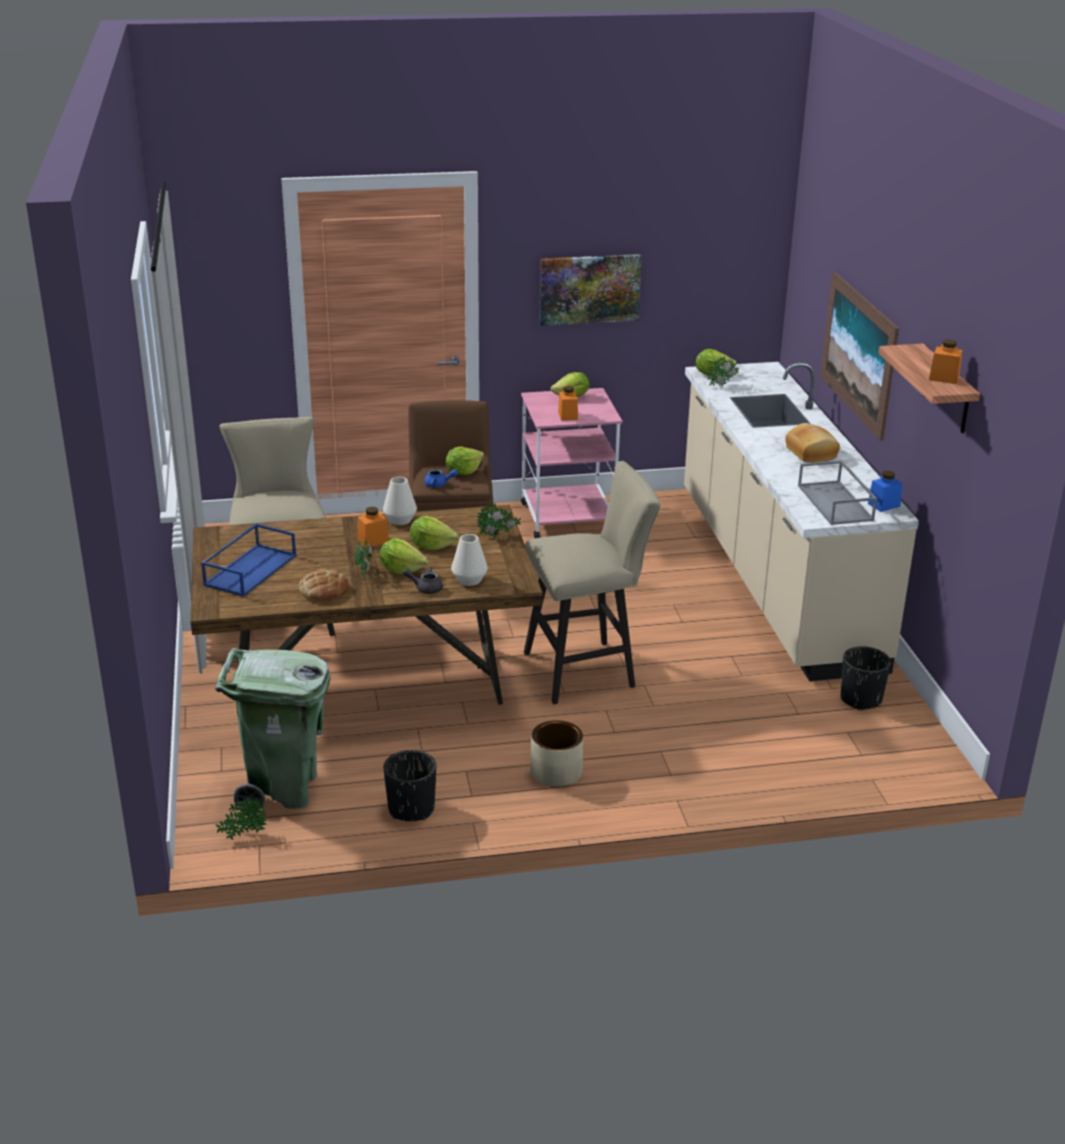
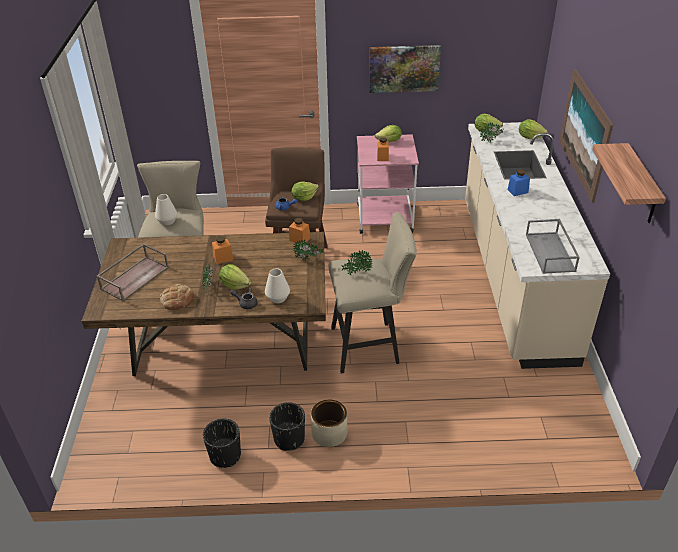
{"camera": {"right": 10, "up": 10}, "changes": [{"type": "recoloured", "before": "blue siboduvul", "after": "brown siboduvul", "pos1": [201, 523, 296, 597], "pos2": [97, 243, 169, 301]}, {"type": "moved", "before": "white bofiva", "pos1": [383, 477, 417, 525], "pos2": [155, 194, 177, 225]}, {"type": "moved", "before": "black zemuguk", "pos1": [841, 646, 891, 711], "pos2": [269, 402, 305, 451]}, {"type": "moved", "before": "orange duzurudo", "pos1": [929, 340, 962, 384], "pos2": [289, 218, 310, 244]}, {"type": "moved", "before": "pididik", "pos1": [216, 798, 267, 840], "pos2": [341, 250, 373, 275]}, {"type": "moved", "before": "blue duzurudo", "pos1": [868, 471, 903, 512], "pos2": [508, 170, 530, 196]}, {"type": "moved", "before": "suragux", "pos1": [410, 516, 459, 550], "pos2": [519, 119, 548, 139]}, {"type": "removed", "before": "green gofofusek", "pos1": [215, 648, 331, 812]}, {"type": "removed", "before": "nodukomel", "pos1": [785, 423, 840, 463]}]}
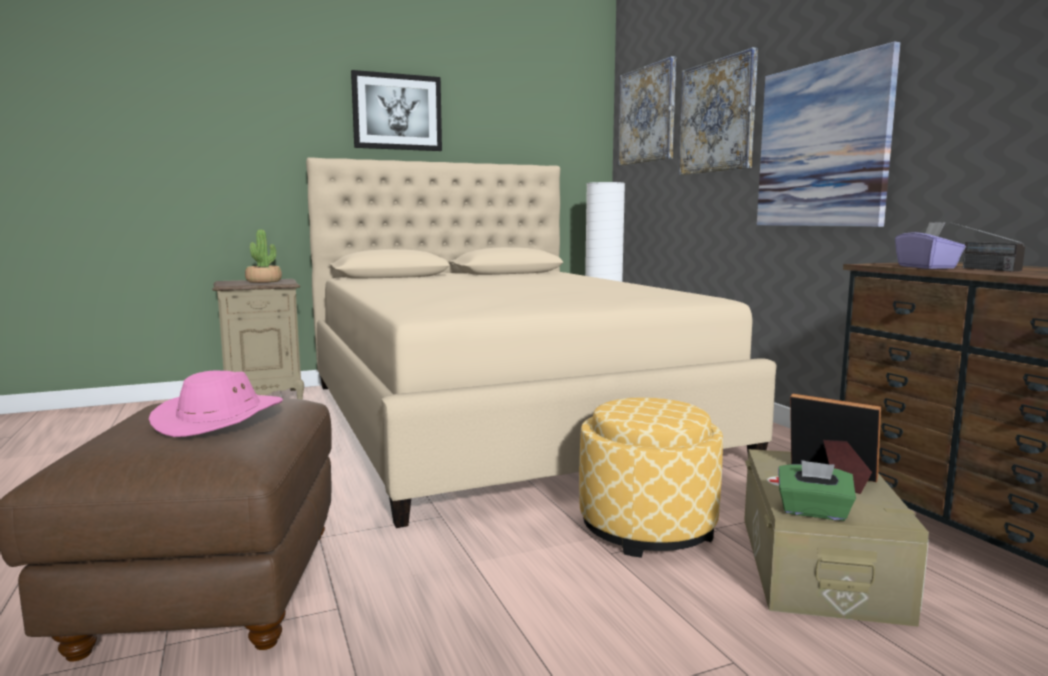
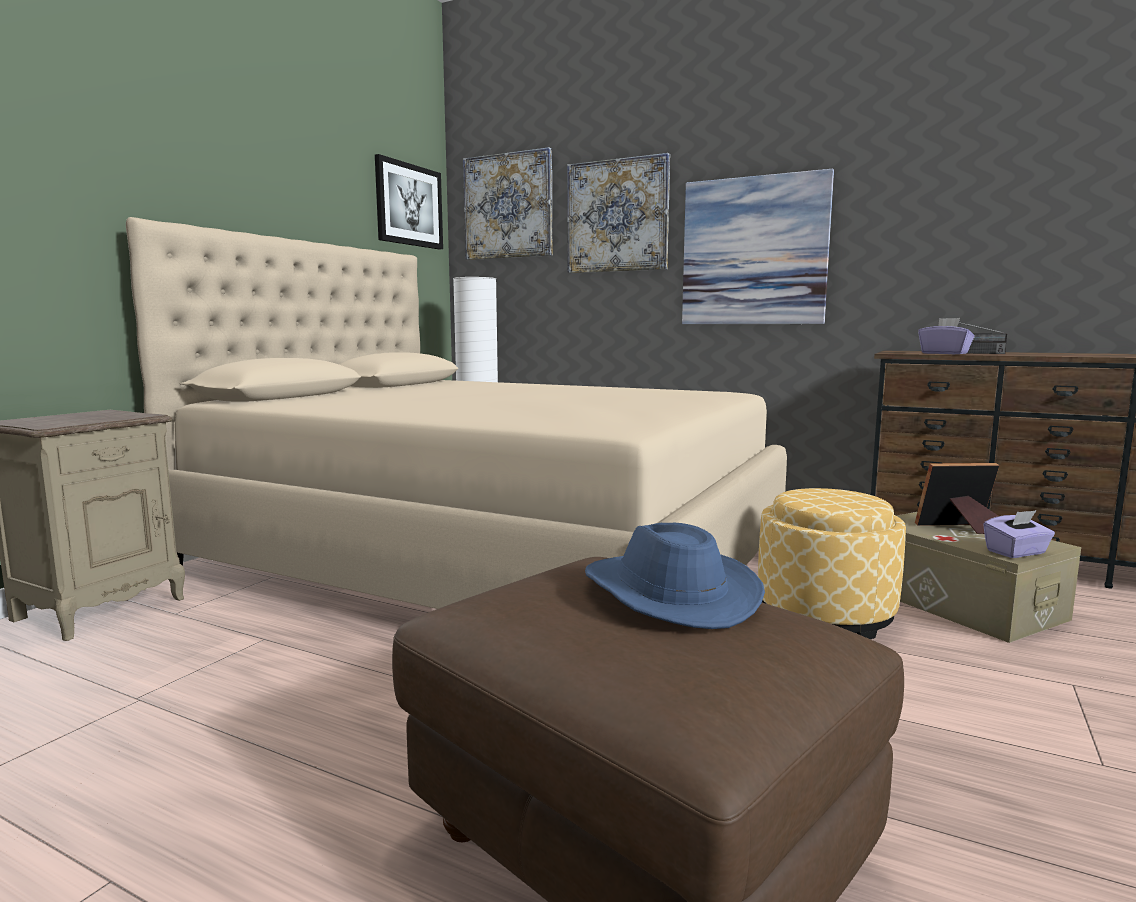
{"camera": {"right": -40, "up": 0}, "changes": [{"type": "moved", "before": "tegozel", "pos1": [351, 70, 442, 151], "pos2": [375, 154, 443, 250]}, {"type": "recoloured", "before": "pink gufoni", "after": "blue gufoni", "pos1": [149, 370, 283, 437], "pos2": [585, 523, 765, 629]}, {"type": "recoloured", "before": "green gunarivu", "after": "purple gunarivu", "pos1": [778, 460, 856, 521], "pos2": [983, 510, 1055, 558]}, {"type": "removed", "before": "pididik", "pos1": [245, 230, 282, 283]}]}
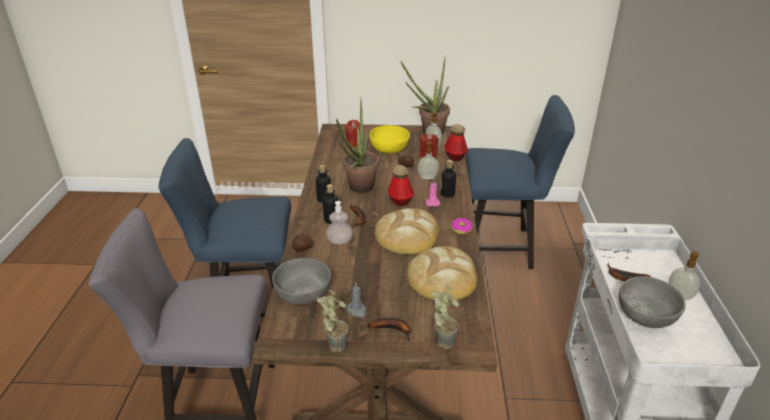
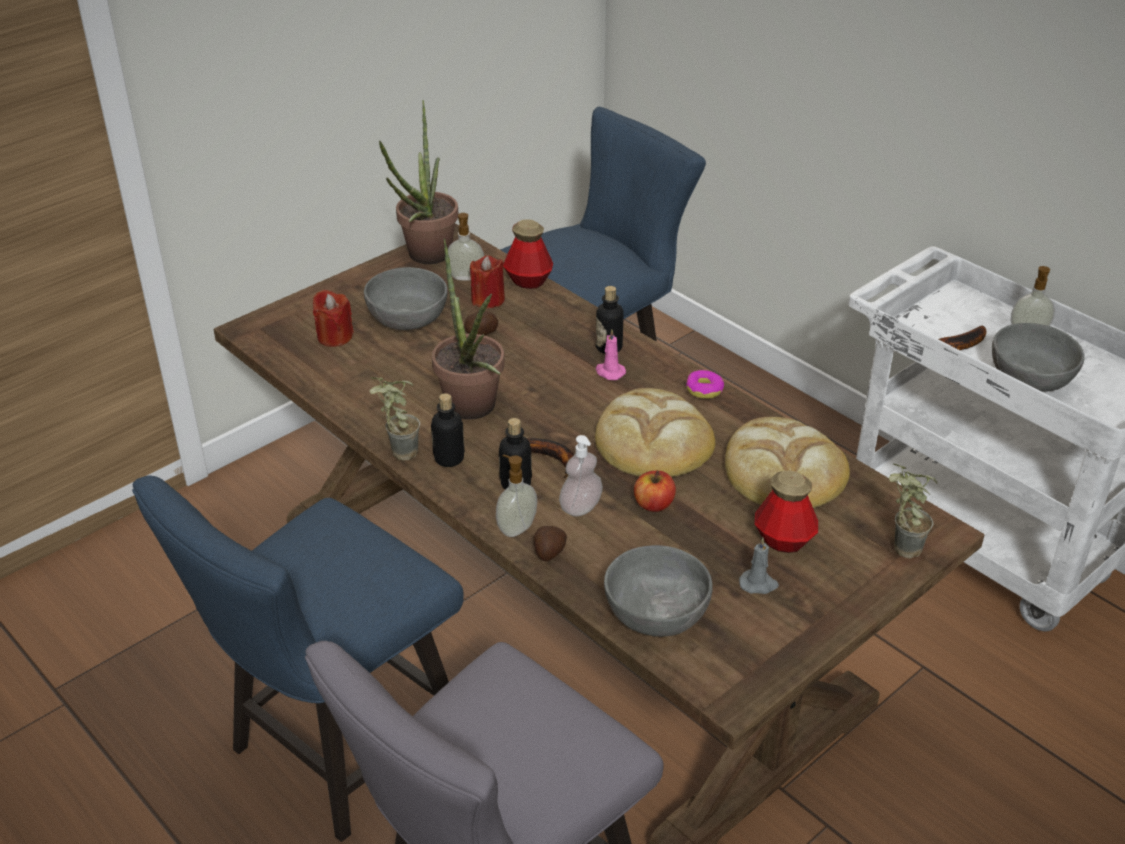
{"camera": {"right": -45, "up": 5}, "changes": [{"type": "recoloured", "before": "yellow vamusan", "after": "grey vamusan", "pos1": [370, 125, 410, 153], "pos2": [364, 267, 448, 330]}, {"type": "moved", "before": "pididik", "pos1": [317, 289, 349, 352], "pos2": [370, 377, 420, 461]}, {"type": "moved", "before": "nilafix", "pos1": [417, 141, 439, 179], "pos2": [496, 455, 538, 537]}, {"type": "added", "after": "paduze", "pos2": [634, 471, 676, 512]}, {"type": "moved", "before": "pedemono", "pos1": [388, 165, 414, 206], "pos2": [754, 470, 818, 553]}, {"type": "removed", "before": "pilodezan", "pos1": [367, 318, 411, 342]}]}
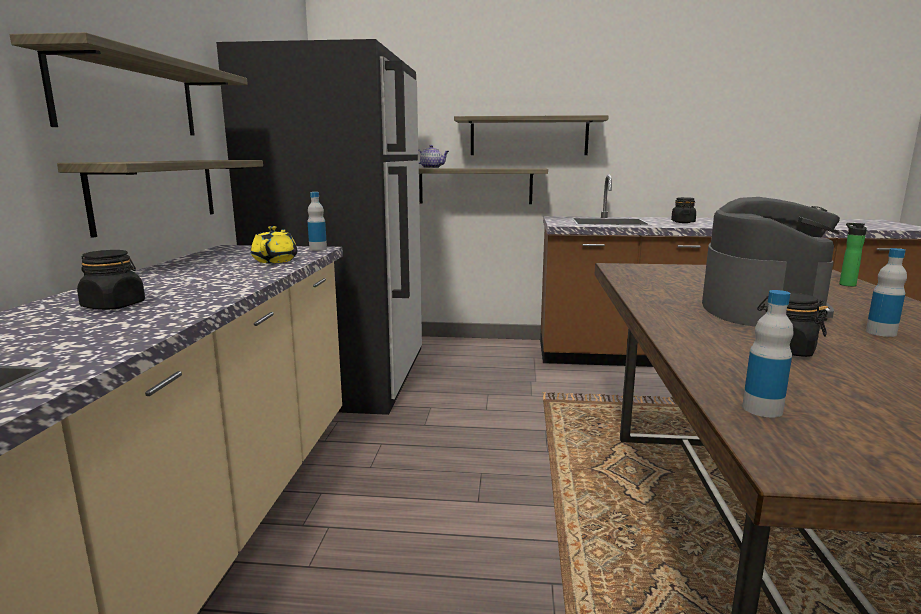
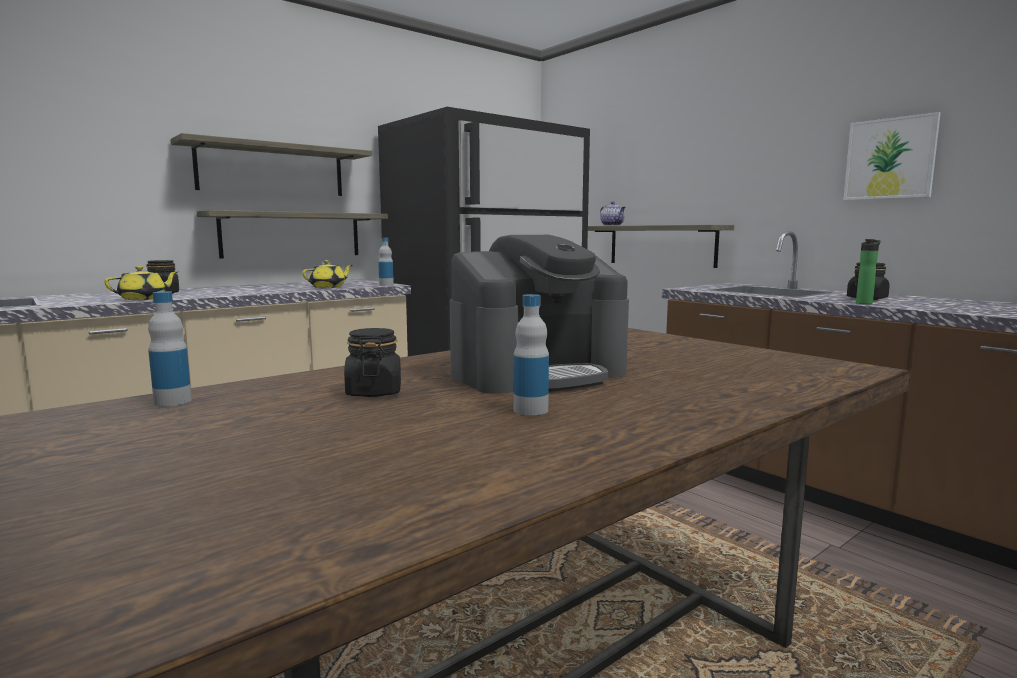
{"camera": {"right": 45, "up": -5}, "changes": [{"type": "added", "after": "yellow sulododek", "pos2": [104, 266, 178, 300]}, {"type": "added", "after": "tegozel", "pos2": [844, 112, 941, 200]}, {"type": "moved", "before": "pedemono", "pos1": [839, 223, 867, 287], "pos2": [856, 239, 881, 304]}, {"type": "removed", "before": "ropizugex", "pos1": [454, 115, 609, 155]}]}
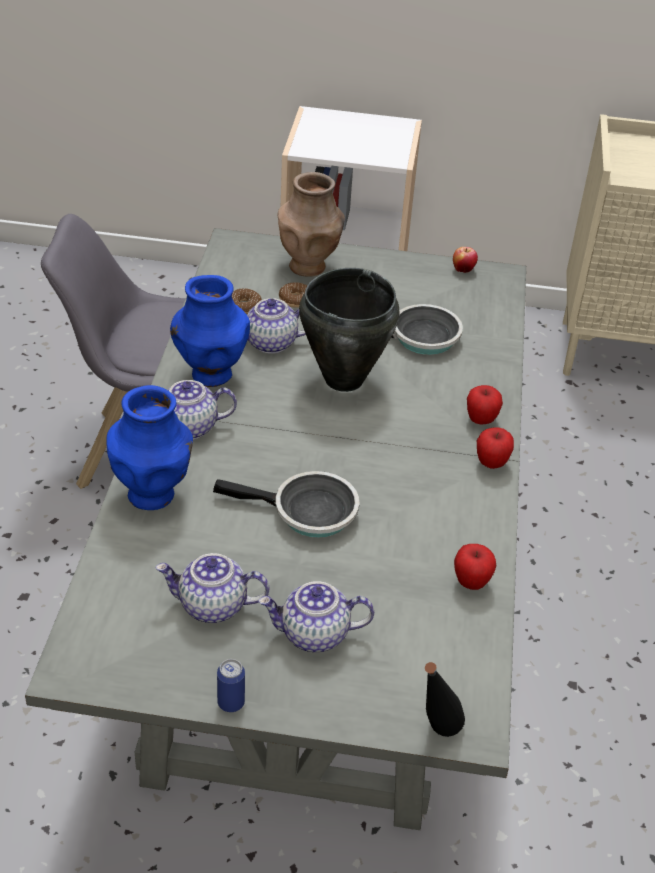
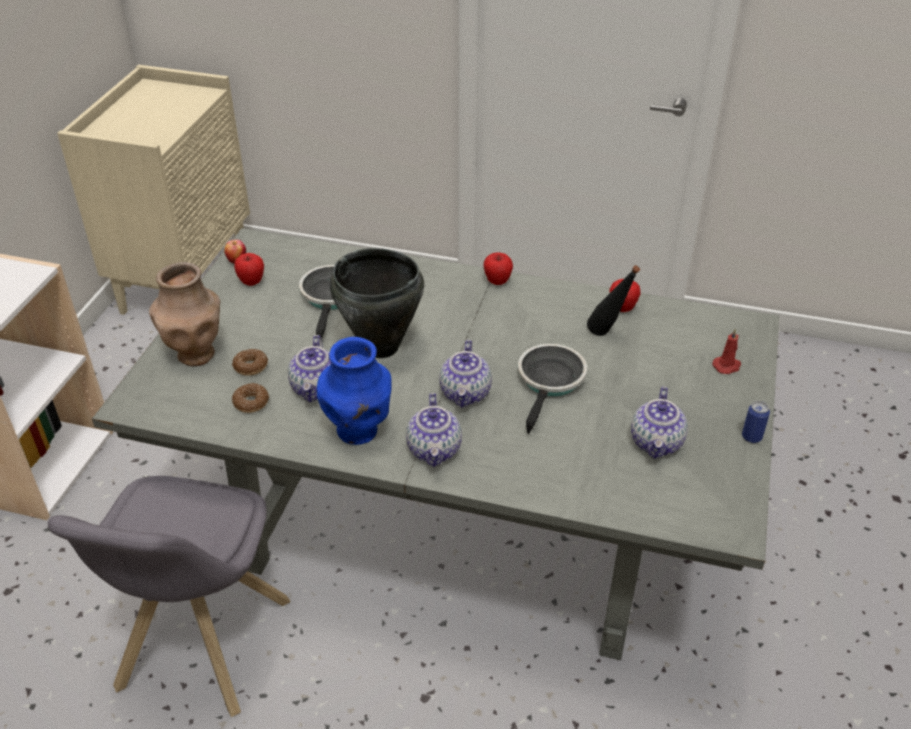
{"camera": {"right": -80, "up": 0}, "changes": [{"type": "moved", "before": "paduze", "pos1": [467, 385, 503, 424], "pos2": [234, 253, 264, 286]}, {"type": "moved", "before": "sulododek", "pos1": [258, 581, 374, 652], "pos2": [439, 340, 492, 408]}, {"type": "moved", "before": "black pedemono", "pos1": [425, 662, 465, 737], "pos2": [587, 265, 640, 336]}, {"type": "added", "after": "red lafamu", "pos2": [712, 328, 741, 374]}, {"type": "removed", "before": "blue bofiva", "pos1": [106, 385, 193, 510]}]}
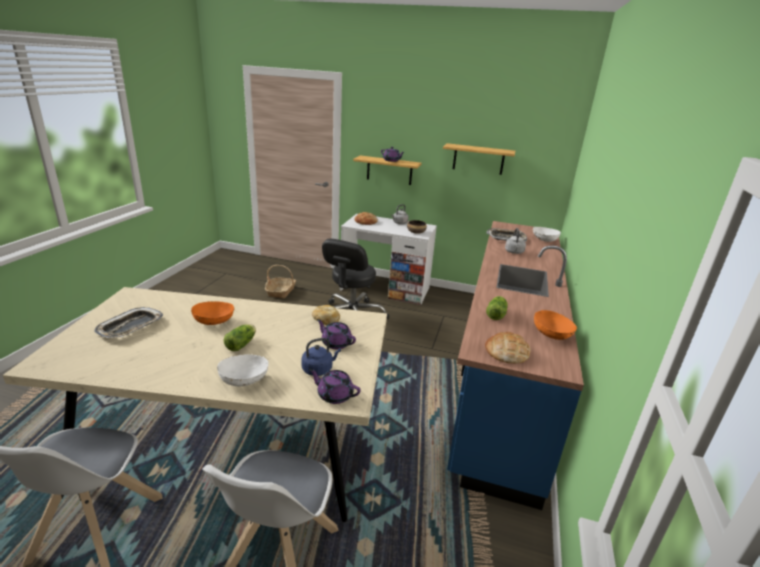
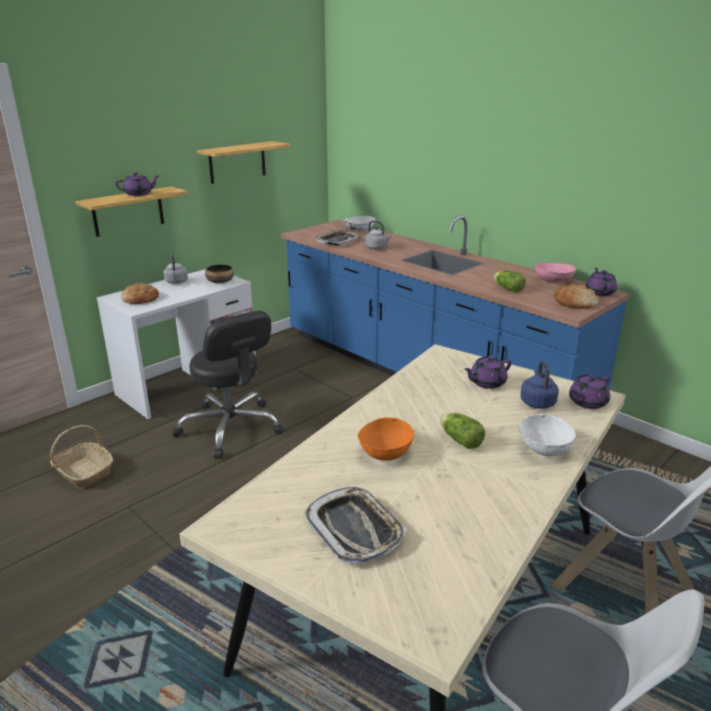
{"camera": {"right": -60, "up": 0}, "changes": [{"type": "recoloured", "before": "orange vamusan", "after": "pink vamusan", "pos1": [534, 310, 577, 340], "pos2": [535, 262, 576, 283]}, {"type": "added", "after": "purple sulododek", "pos2": [586, 268, 617, 296]}, {"type": "removed", "before": "nodukomel", "pos1": [312, 305, 340, 325]}]}
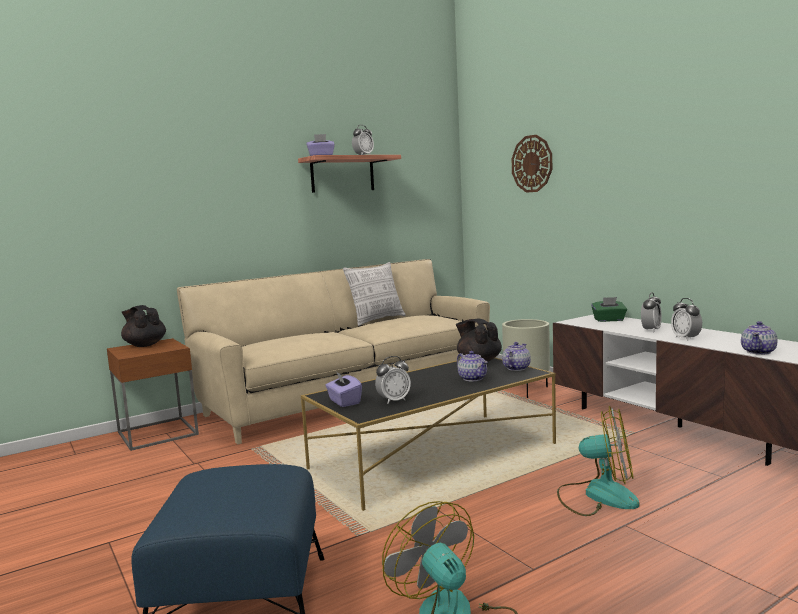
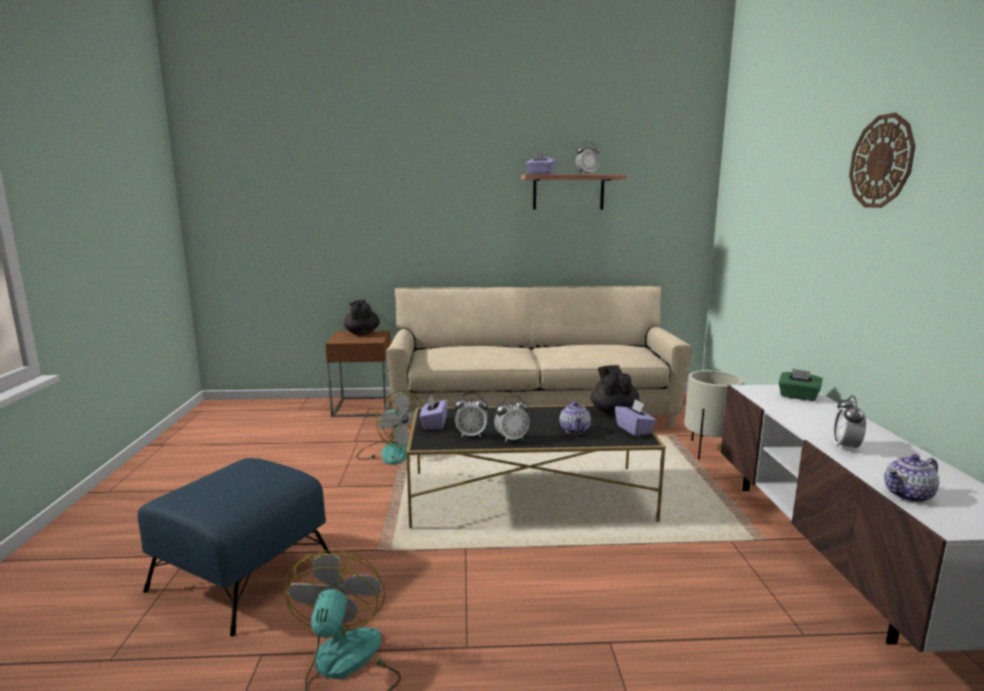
{"camera": {"right": 30, "up": 5}, "changes": [{"type": "moved", "before": "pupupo", "pos1": [557, 406, 639, 516], "pos2": [356, 390, 423, 465]}, {"type": "moved", "before": "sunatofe", "pos1": [641, 292, 662, 332], "pos2": [494, 396, 530, 443]}, {"type": "replaced", "before": "sulododek", "after": "purple gunarivu", "pos1": [502, 342, 531, 371], "pos2": [615, 399, 656, 436]}, {"type": "moved", "before": "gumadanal", "pos1": [512, 135, 552, 193], "pos2": [849, 113, 915, 208]}, {"type": "removed", "before": "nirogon", "pos1": [343, 262, 405, 326]}]}
